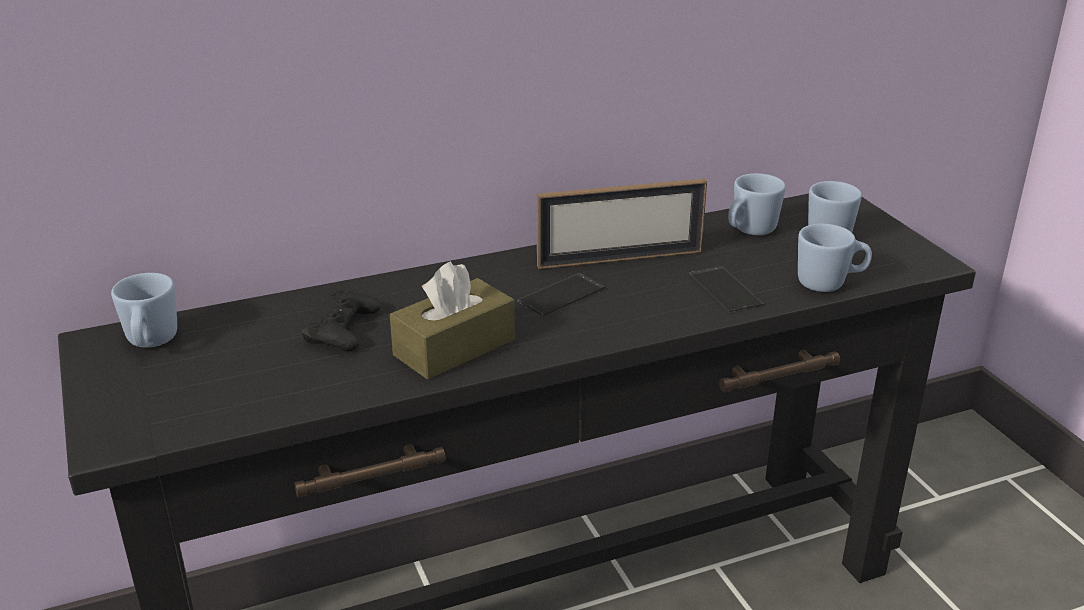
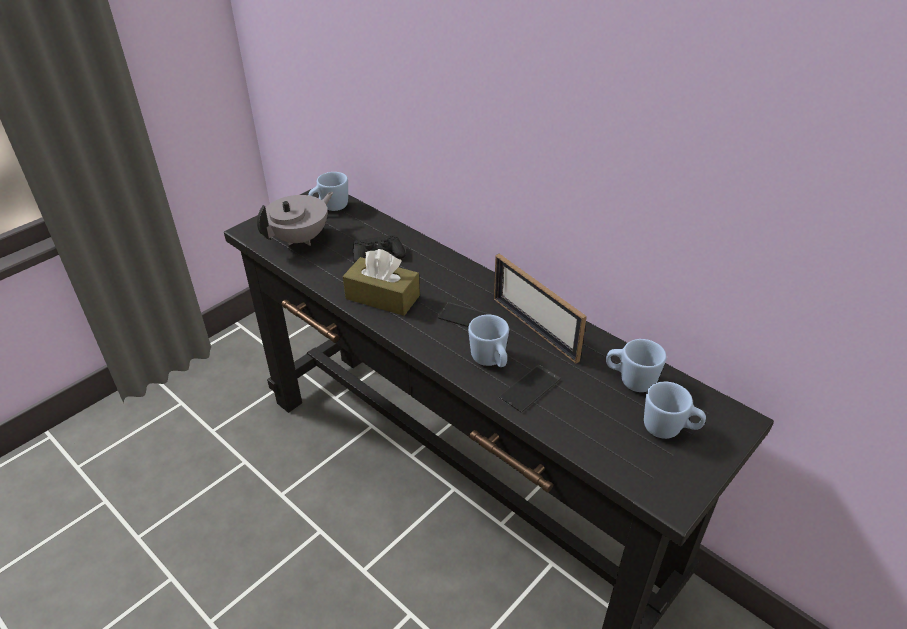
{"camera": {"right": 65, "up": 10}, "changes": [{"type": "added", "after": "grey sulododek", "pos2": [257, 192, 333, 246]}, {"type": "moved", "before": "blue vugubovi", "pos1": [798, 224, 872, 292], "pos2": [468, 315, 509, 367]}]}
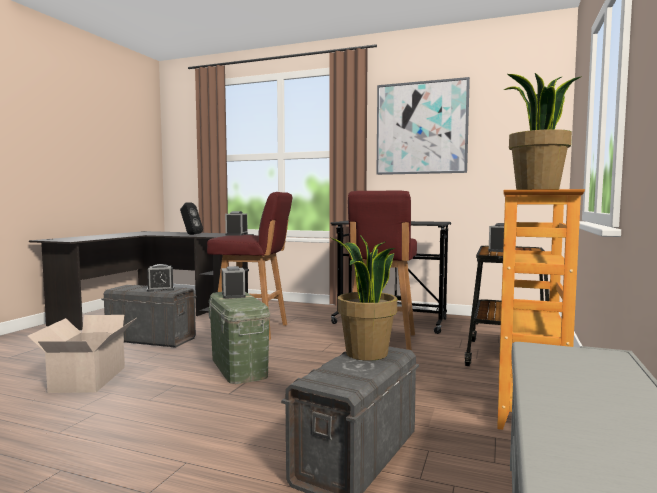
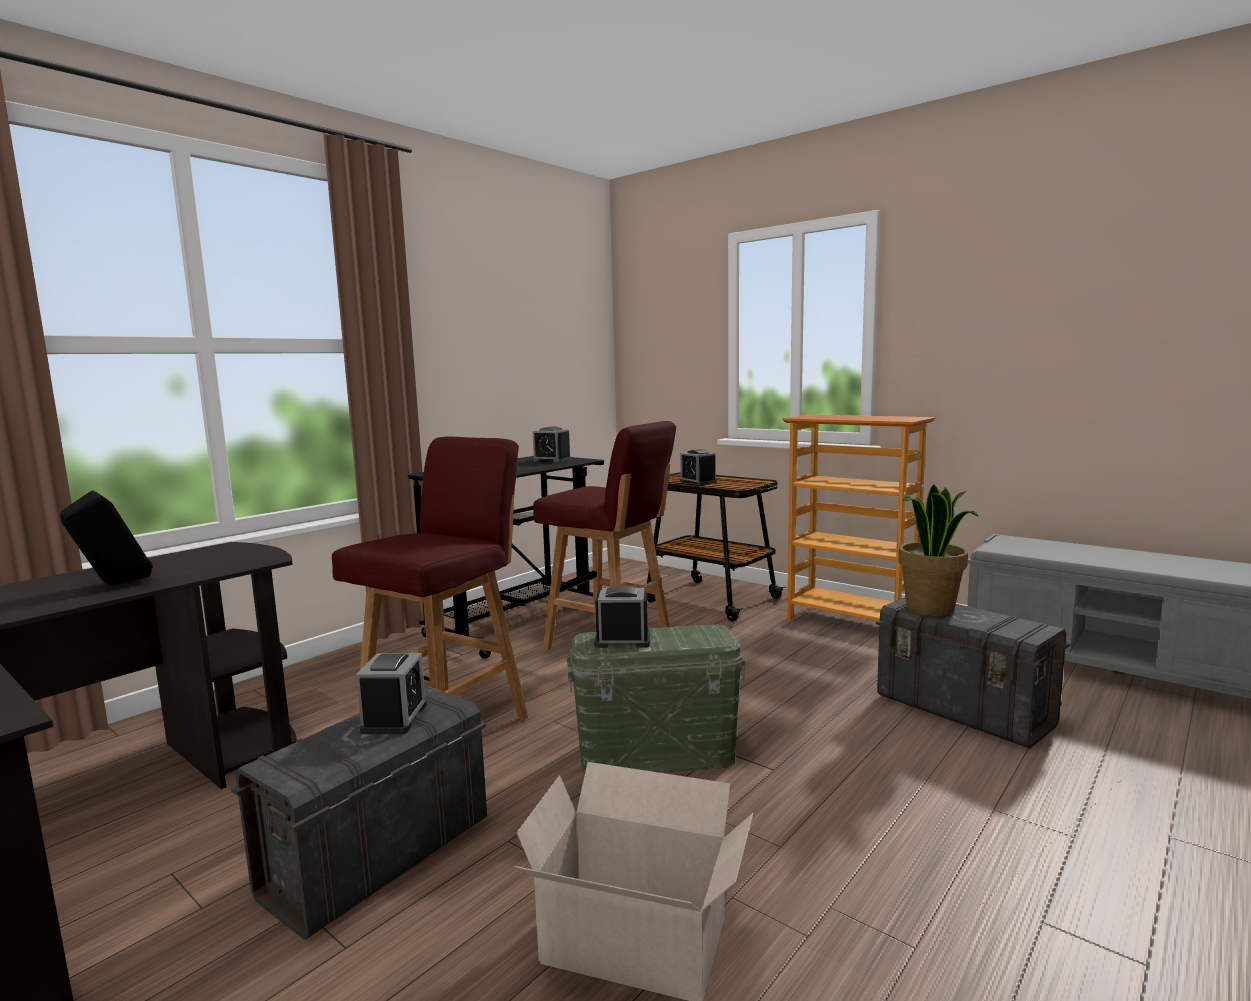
{"camera": {"right": -70, "up": 5}, "changes": [{"type": "moved", "before": "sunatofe", "pos1": [225, 211, 248, 236], "pos2": [532, 426, 572, 462]}, {"type": "removed", "before": "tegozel", "pos1": [376, 77, 470, 175]}, {"type": "removed", "before": "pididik", "pos1": [504, 73, 582, 190]}]}
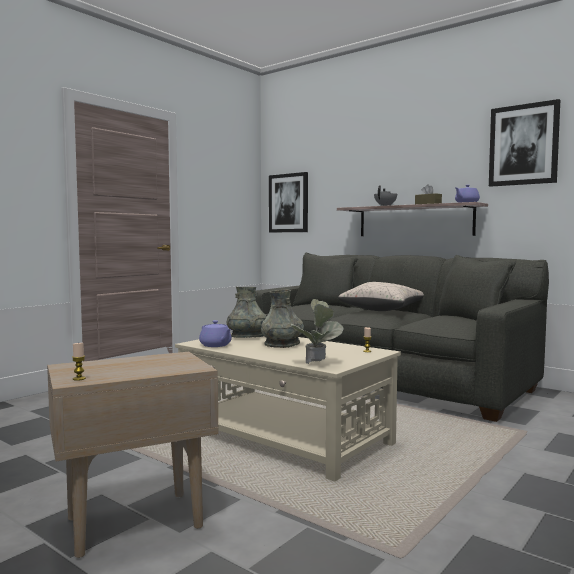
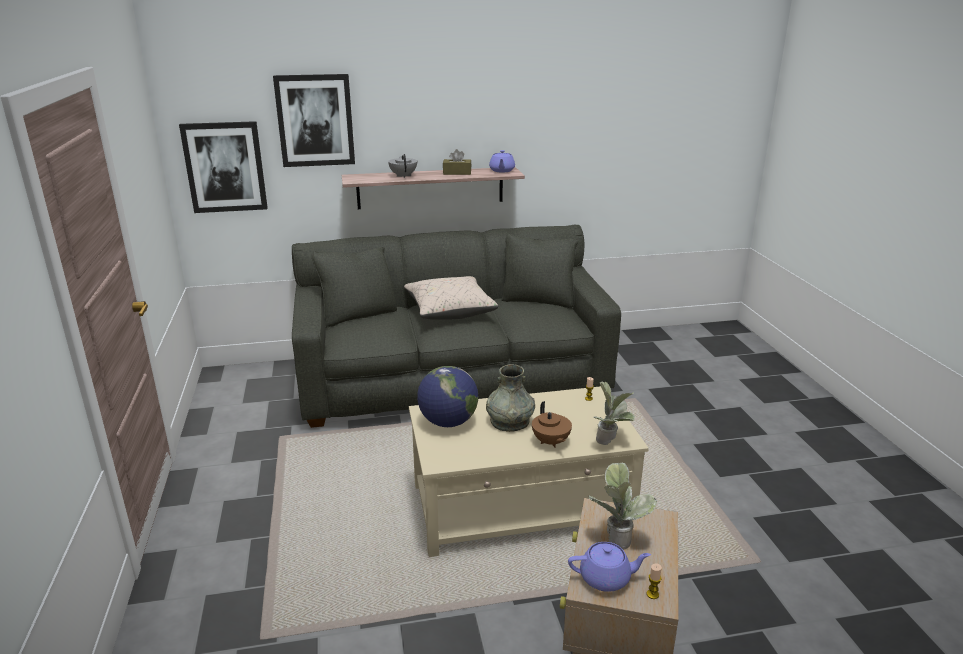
{"camera": {"right": -50, "up": 20}, "changes": [{"type": "moved", "before": "tegozel", "pos1": [489, 99, 560, 187], "pos2": [273, 74, 355, 167]}, {"type": "replaced", "before": "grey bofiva", "after": "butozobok", "pos1": [227, 287, 266, 338], "pos2": [417, 366, 478, 427]}, {"type": "added", "after": "brown sulododek", "pos2": [532, 401, 572, 448]}, {"type": "moved", "before": "purple sulododek", "pos1": [199, 320, 232, 347], "pos2": [568, 542, 651, 592]}, {"type": "added", "after": "pididik", "pos2": [588, 463, 657, 550]}]}
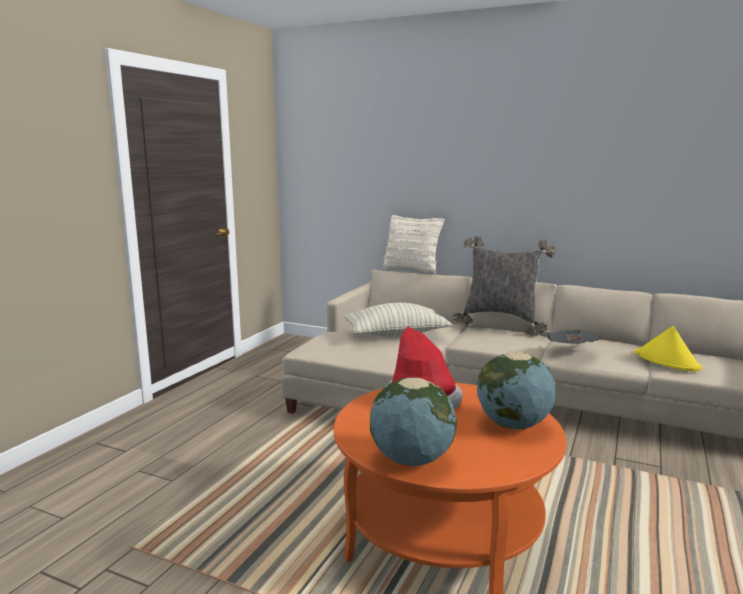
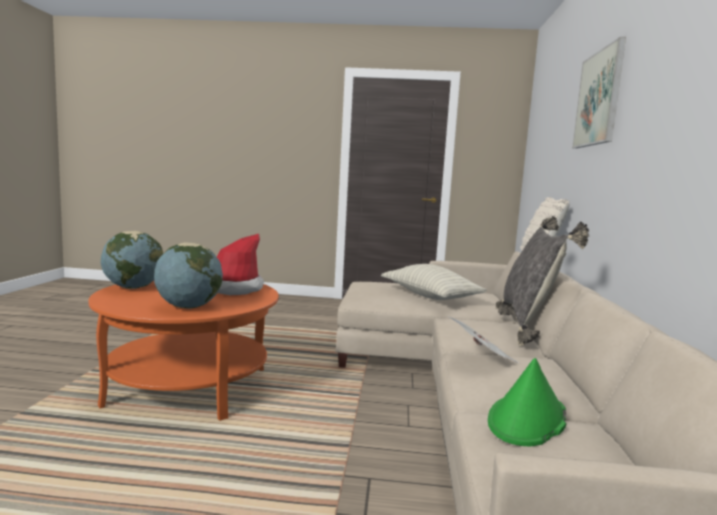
{"camera": {"right": 70, "up": -5}, "changes": [{"type": "recoloured", "before": "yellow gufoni", "after": "green gufoni", "pos1": [635, 326, 702, 371], "pos2": [488, 358, 566, 446]}, {"type": "added", "after": "tegozel", "pos2": [572, 37, 626, 148]}]}
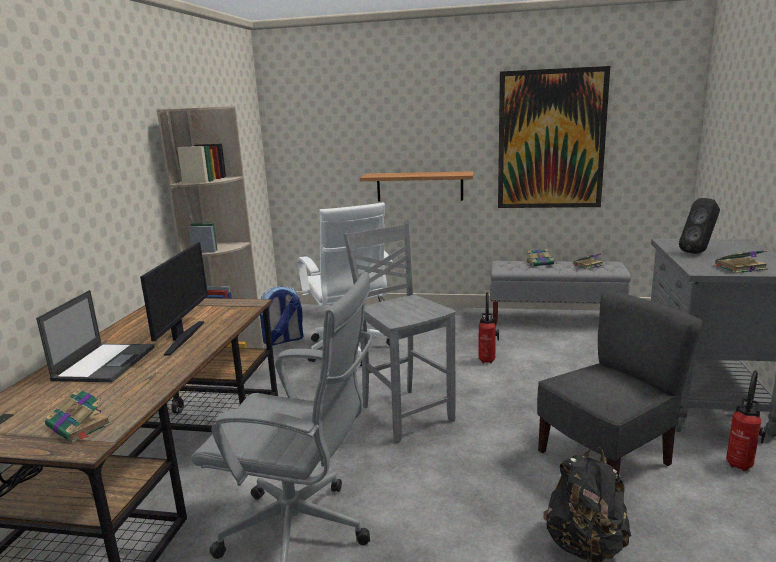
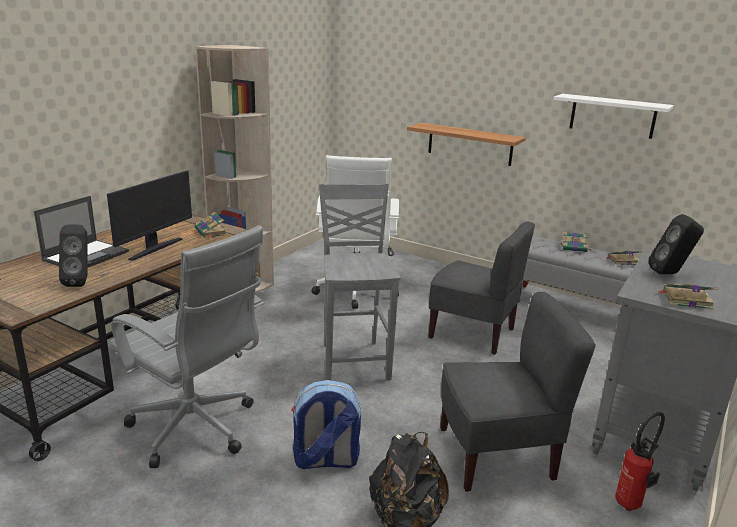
{"camera": {"right": 20, "up": 5}, "changes": [{"type": "added", "after": "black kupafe", "pos2": [59, 224, 88, 287]}, {"type": "moved", "before": "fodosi", "pos1": [45, 388, 112, 442], "pos2": [195, 212, 227, 238]}, {"type": "moved", "before": "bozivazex", "pos1": [260, 286, 303, 346], "pos2": [291, 380, 361, 469]}, {"type": "replaced", "before": "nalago", "after": "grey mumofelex", "pos1": [478, 292, 499, 363], "pos2": [428, 221, 535, 355]}, {"type": "replaced", "before": "tegozel", "after": "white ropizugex", "pos1": [498, 66, 610, 208], "pos2": [554, 94, 674, 139]}]}
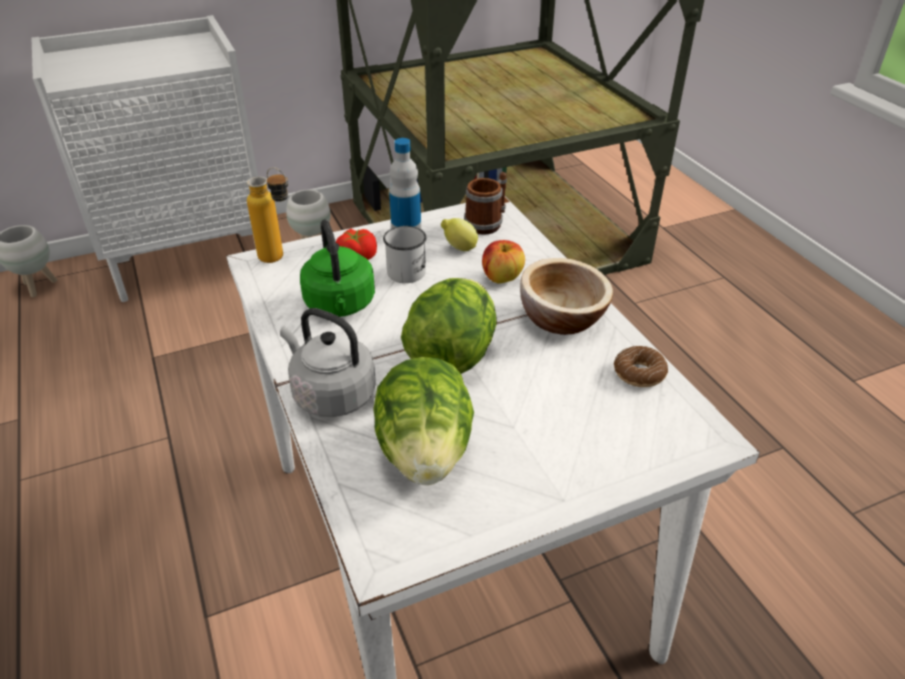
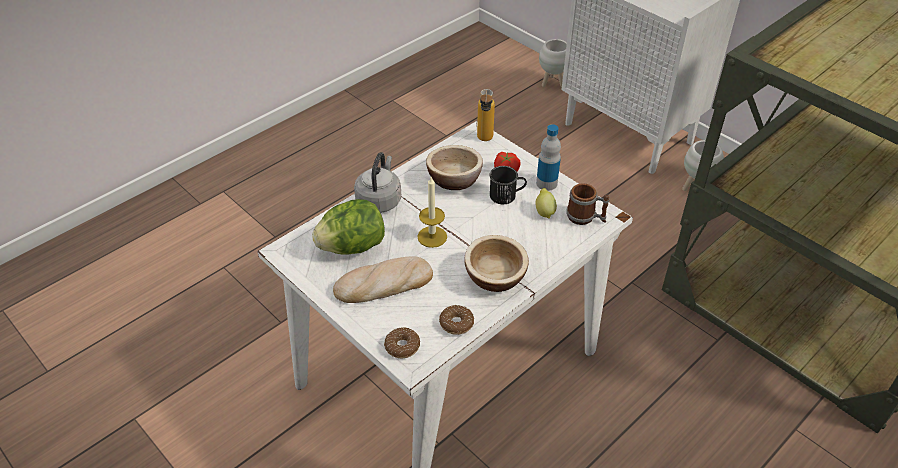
{"camera": {"right": 70, "up": 5}, "changes": [{"type": "added", "after": "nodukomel", "pos2": [333, 256, 433, 303]}, {"type": "added", "after": "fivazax", "pos2": [384, 327, 420, 358]}, {"type": "replaced", "before": "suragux", "after": "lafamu", "pos1": [401, 278, 497, 374], "pos2": [417, 177, 447, 248]}, {"type": "replaced", "before": "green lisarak", "after": "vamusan", "pos1": [300, 219, 375, 317], "pos2": [426, 145, 483, 190]}, {"type": "recoloured", "before": "white vugubovi", "after": "black vugubovi", "pos1": [383, 226, 426, 283], "pos2": [489, 166, 527, 204]}, {"type": "removed", "before": "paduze", "pos1": [482, 240, 525, 284]}]}
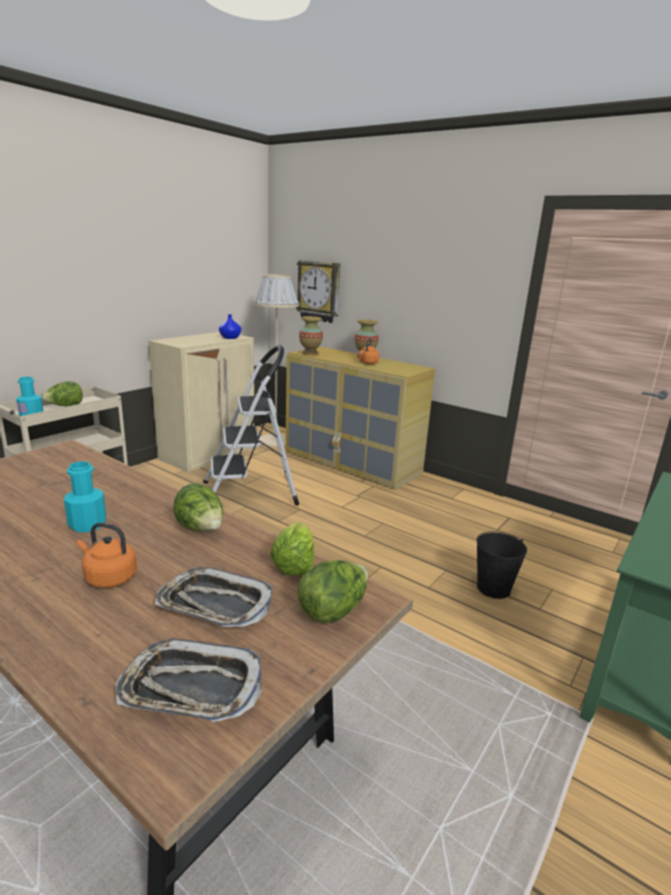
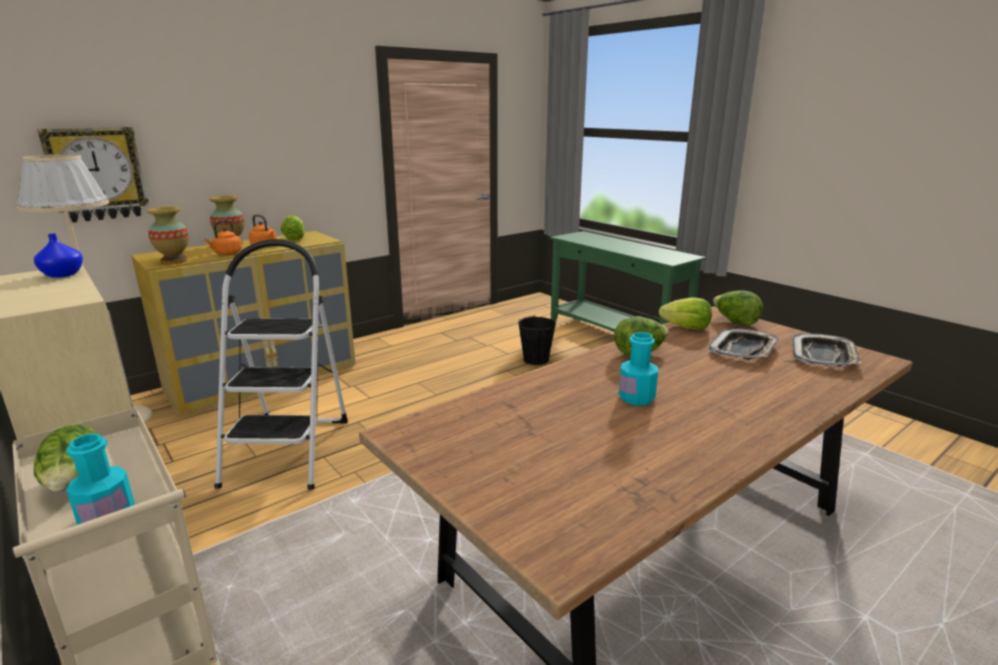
{"camera": {"right": -75, "up": 0}, "changes": [{"type": "moved", "before": "orange lisarak", "pos1": [77, 523, 137, 588], "pos2": [204, 220, 242, 255]}, {"type": "added", "after": "suragux", "pos2": [281, 215, 305, 240]}]}
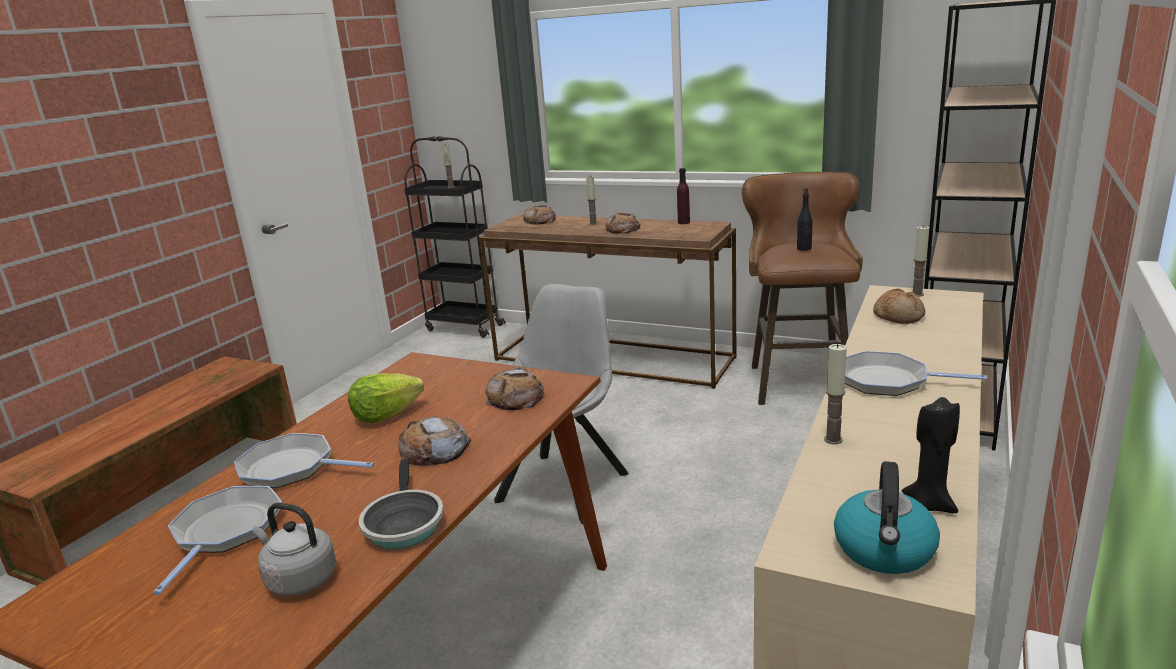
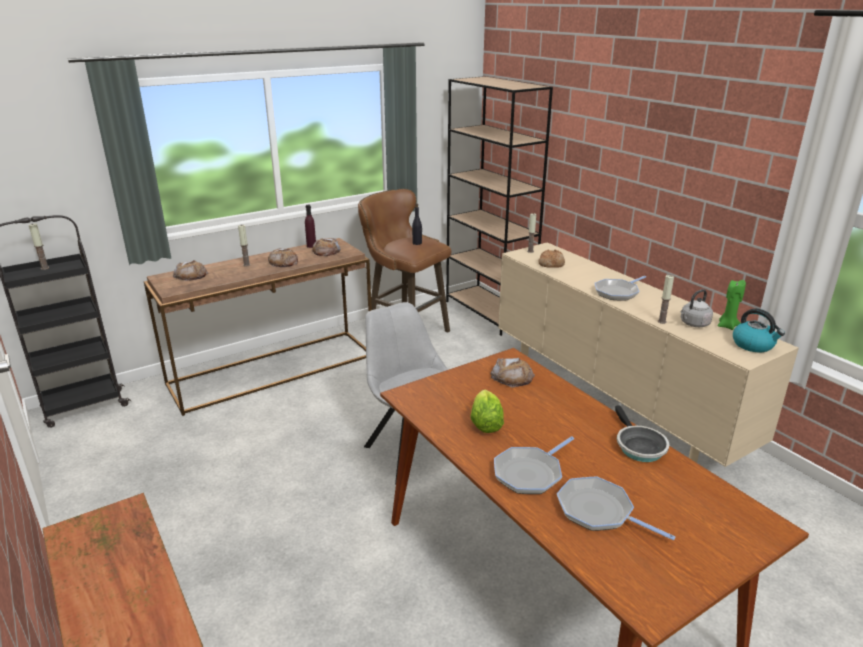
{"camera": {"right": -60, "up": 5}, "changes": [{"type": "moved", "before": "nodukomel", "pos1": [398, 416, 471, 466], "pos2": [312, 238, 341, 256]}, {"type": "turned", "before": "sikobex", "pos1": [359, 460, 444, 549], "pos2": [615, 405, 669, 462], "turn": 60}, {"type": "moved", "before": "grey lisarak", "pos1": [253, 502, 336, 596], "pos2": [681, 289, 713, 327]}, {"type": "recoloured", "before": "black lafamu", "after": "green lafamu", "pos1": [902, 397, 960, 513], "pos2": [718, 280, 746, 330]}]}
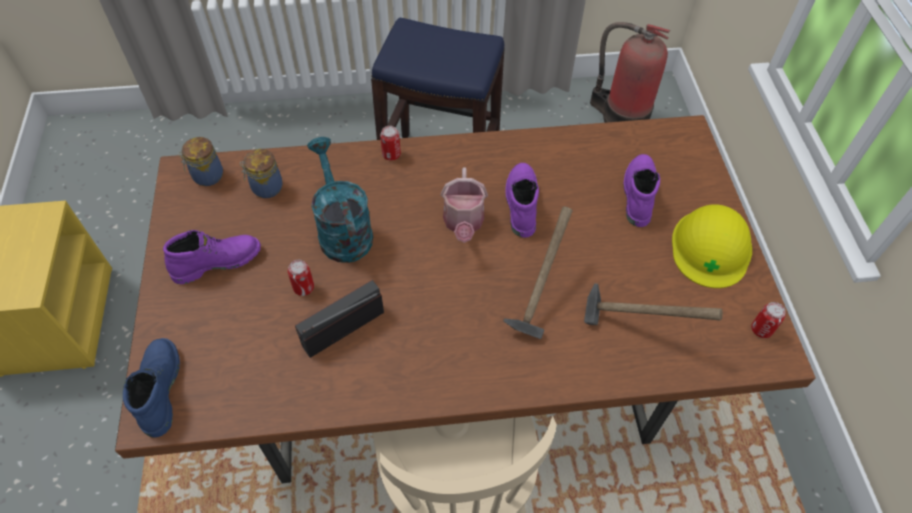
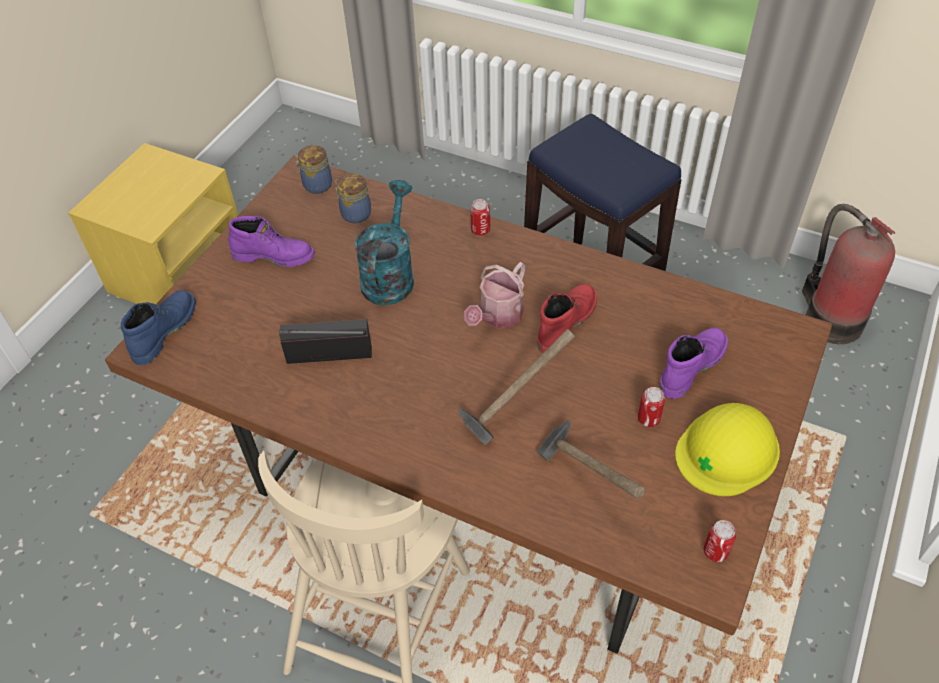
{"camera": {"right": 35, "up": -5}, "changes": [{"type": "recoloured", "before": "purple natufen", "after": "red natufen", "pos1": [505, 163, 539, 238], "pos2": [537, 284, 597, 353]}, {"type": "moved", "before": "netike", "pos1": [288, 259, 314, 296], "pos2": [638, 387, 665, 427]}]}
